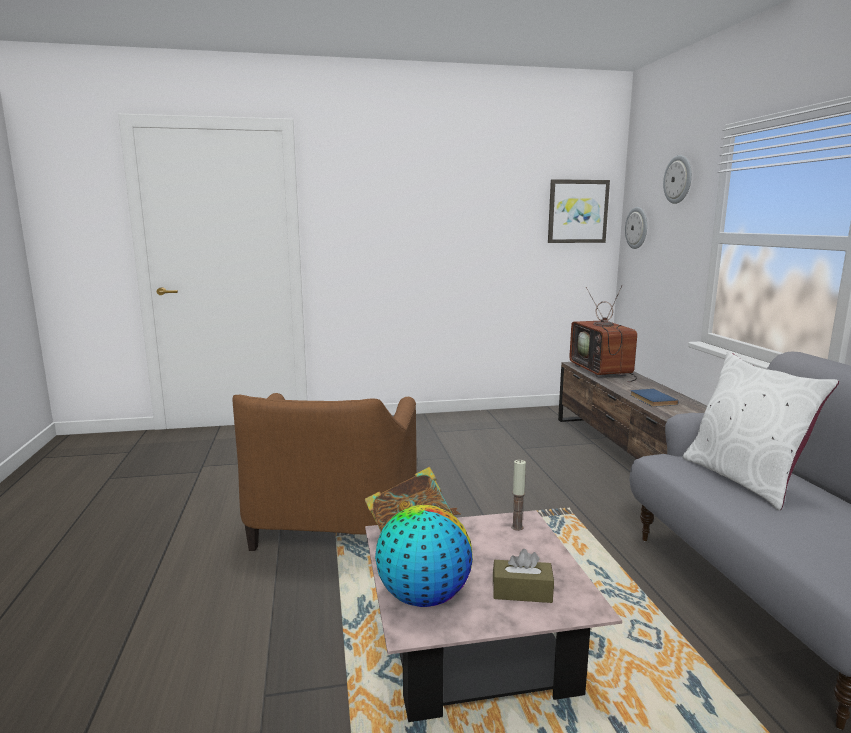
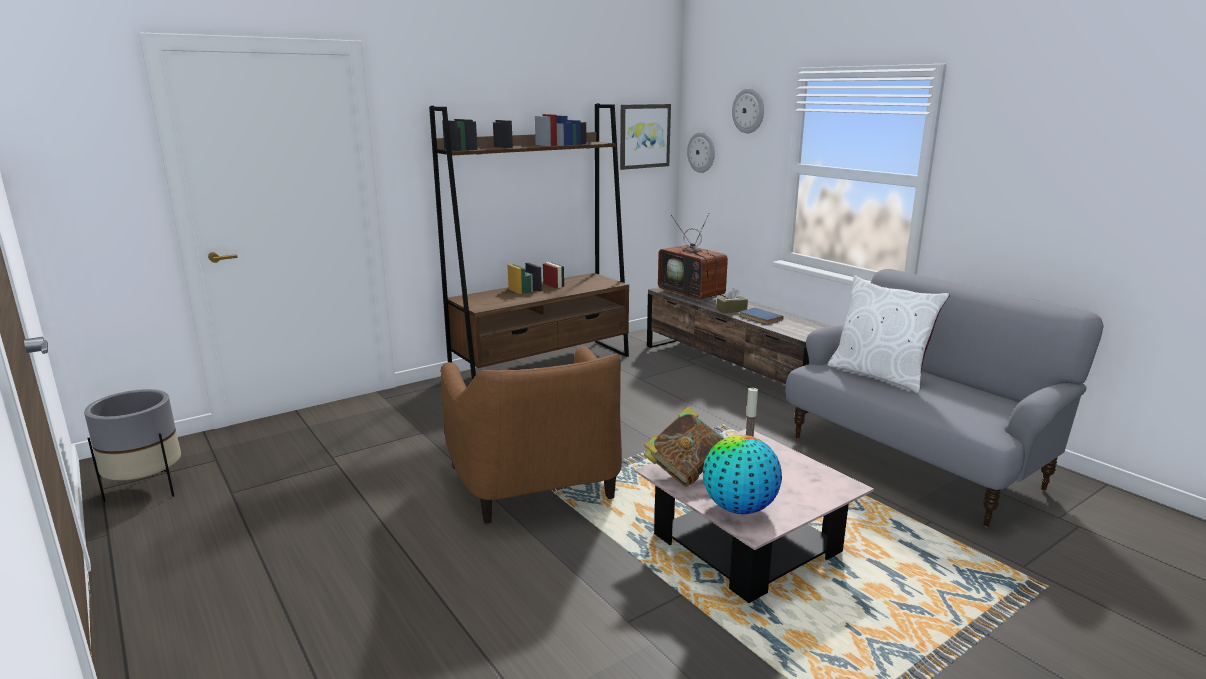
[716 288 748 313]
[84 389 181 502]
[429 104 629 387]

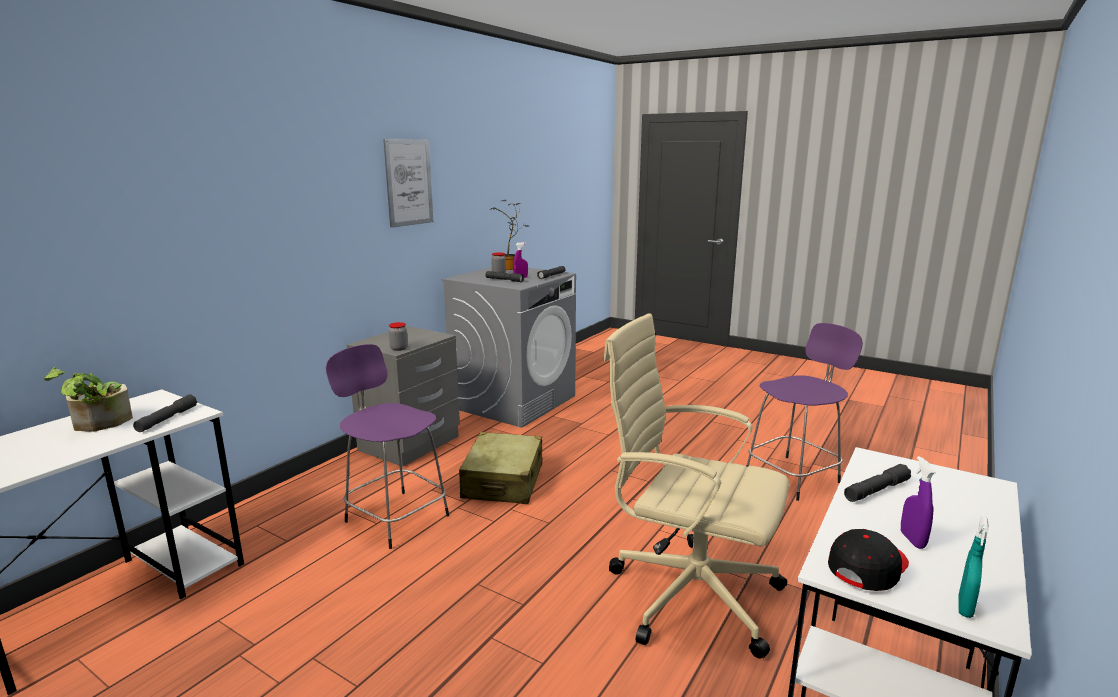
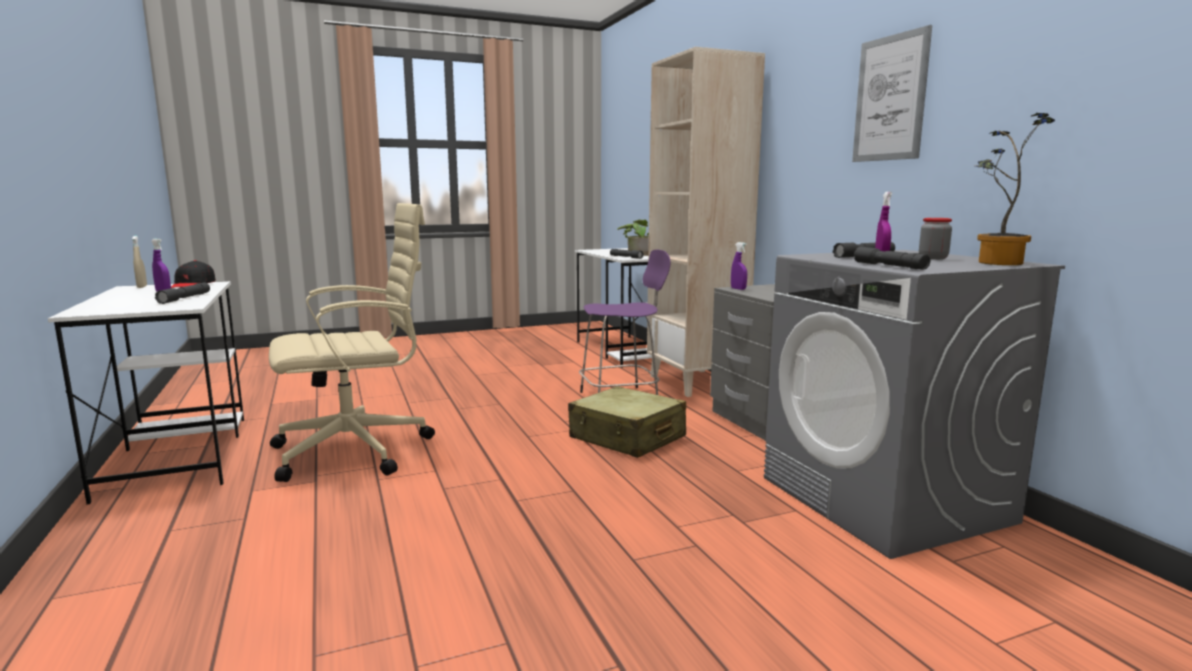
[731 242 747 290]
[746 323 863 501] (first image)
[132 236 147 288]
[647 47 765 397]

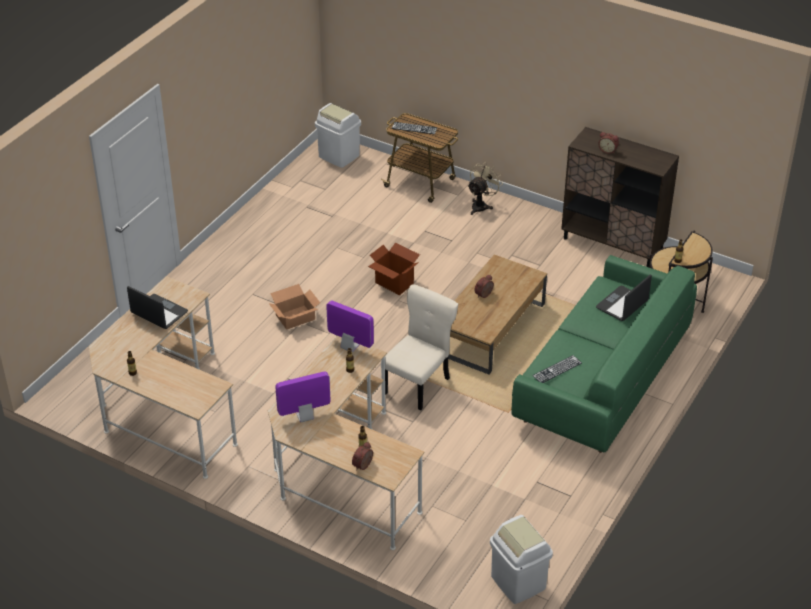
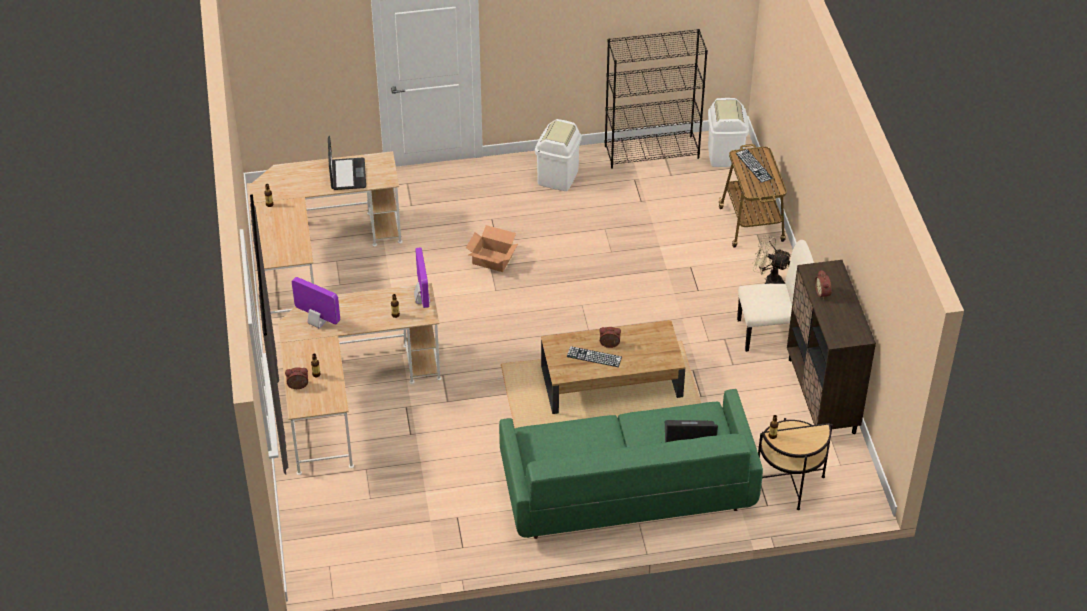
[368 243 420 295] (first image)
[737 240 814 352]
[752 235 791 284]
[535 119 582 191]
[567 346 622 367]
[605 29 708 169]

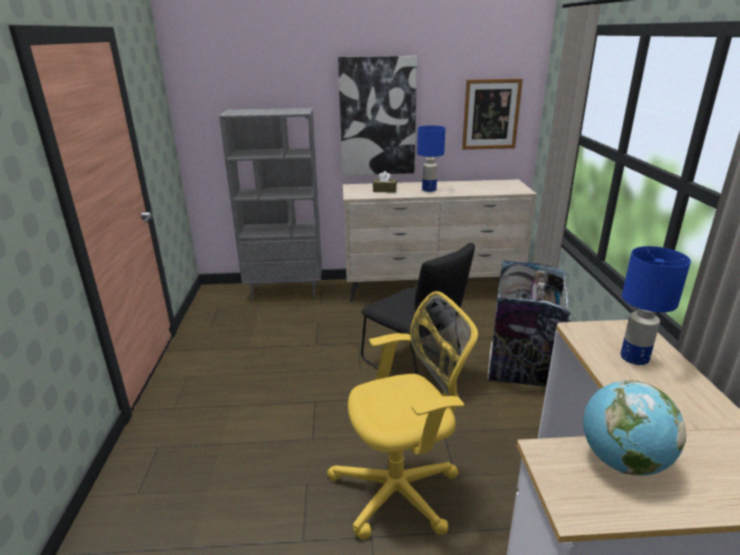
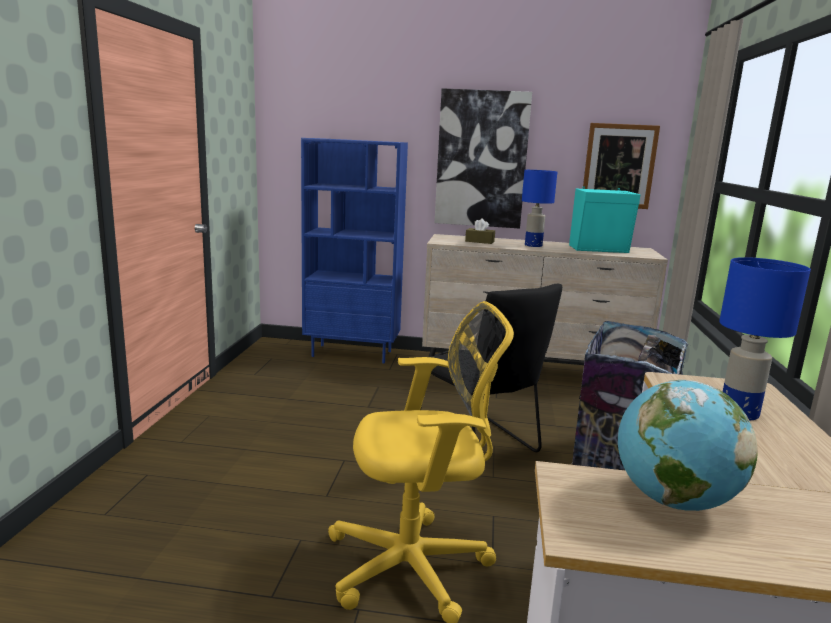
[301 138 408 363]
[569 186 640 253]

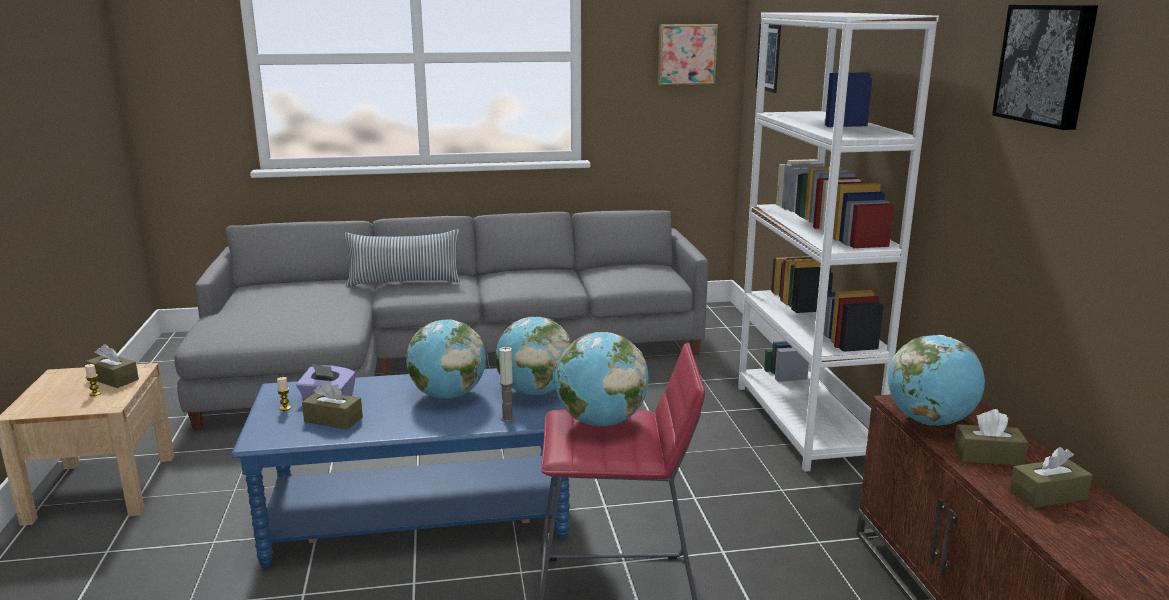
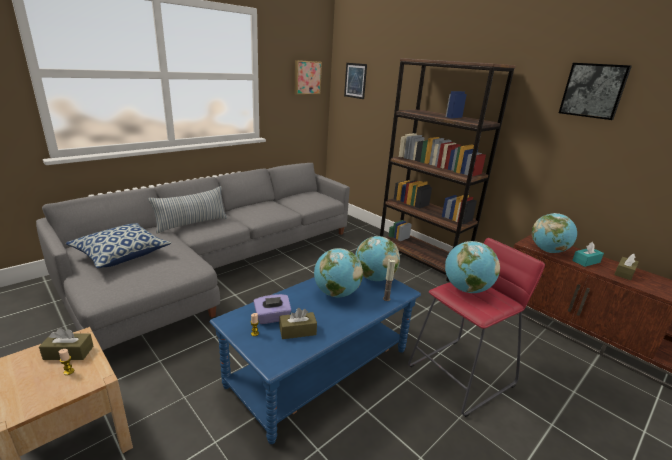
[380 58 516 282]
[572 242 604 267]
[66 223 171 268]

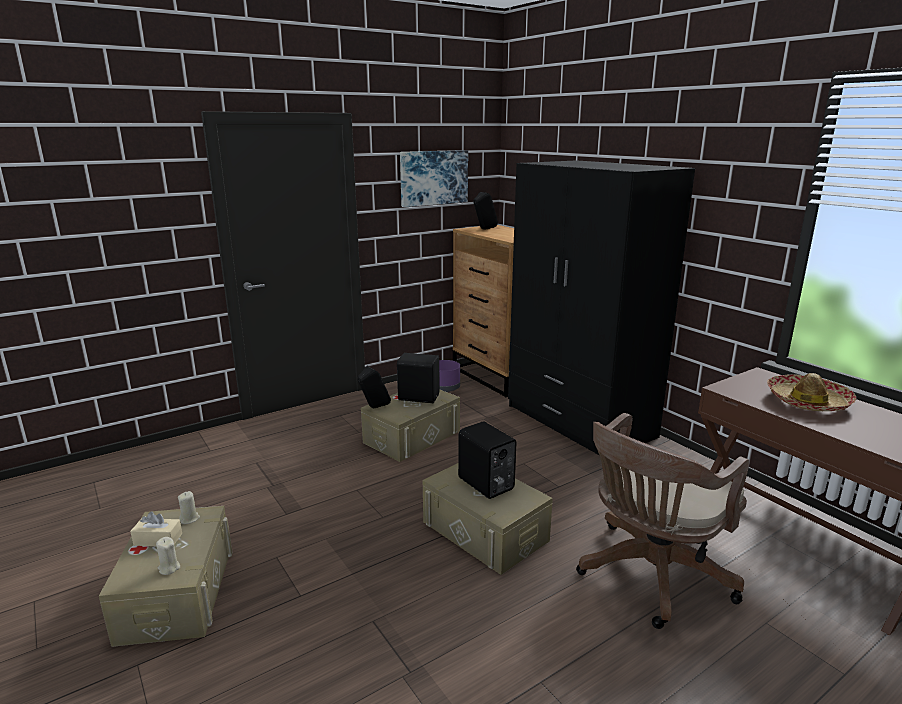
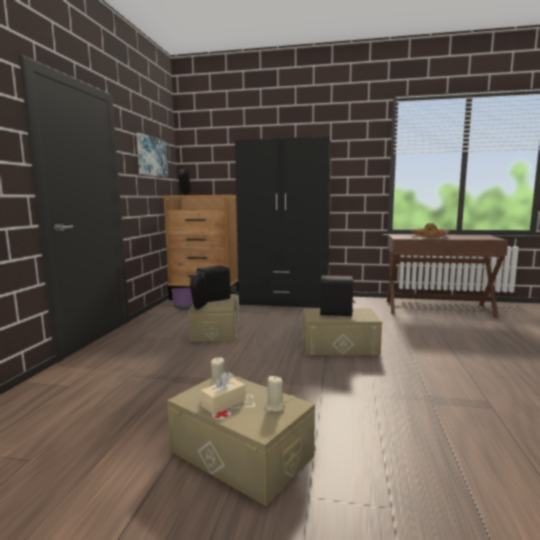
[576 413 749 629] (first image)

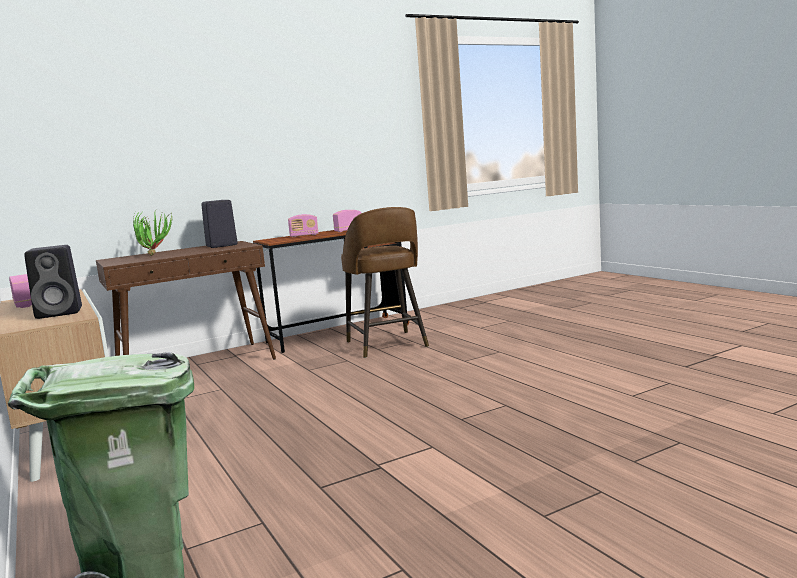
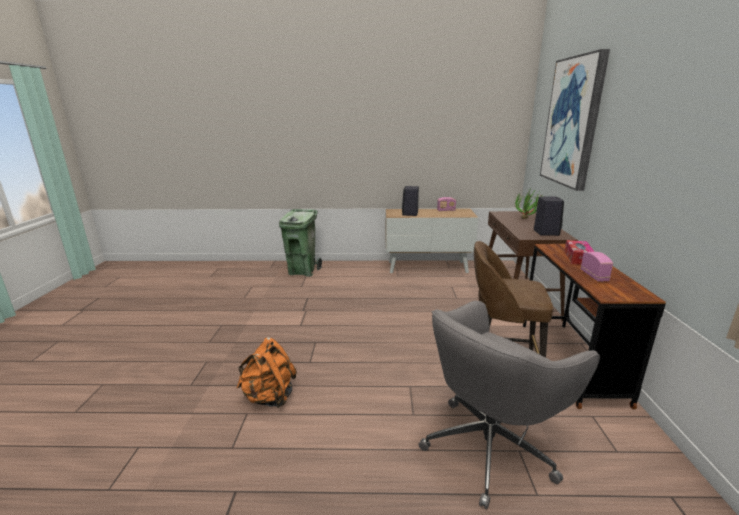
[565 240 594 265]
[237 337 297 408]
[418 301 600 509]
[540 49 610 191]

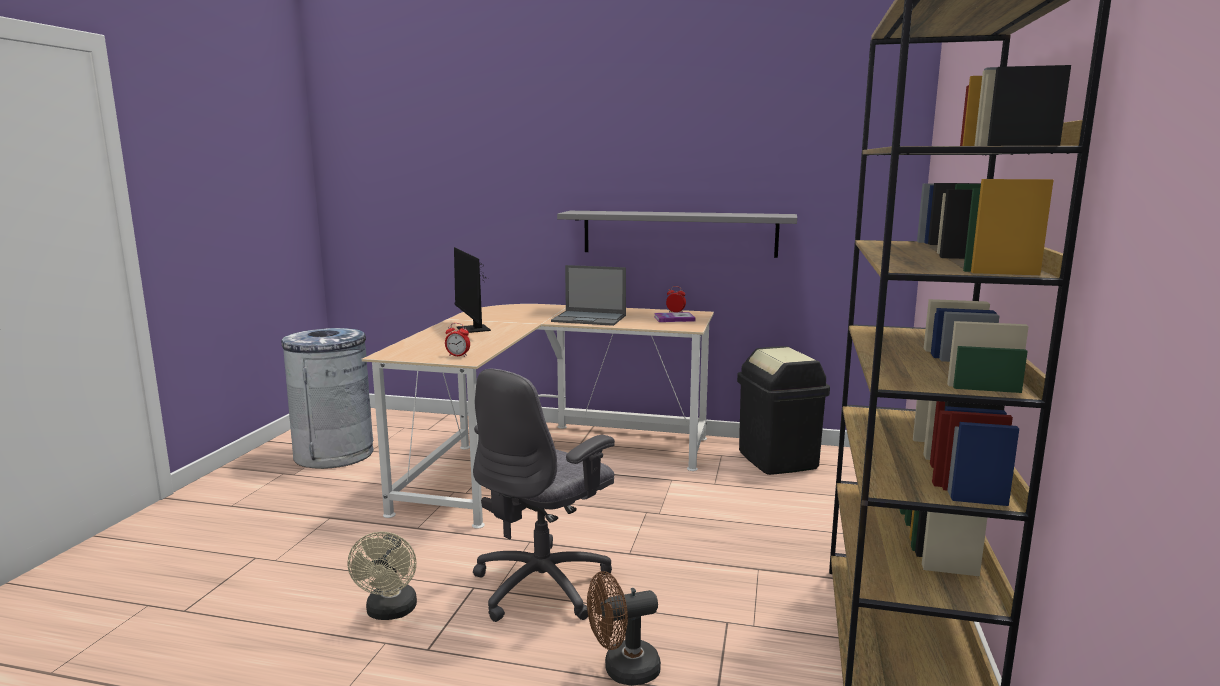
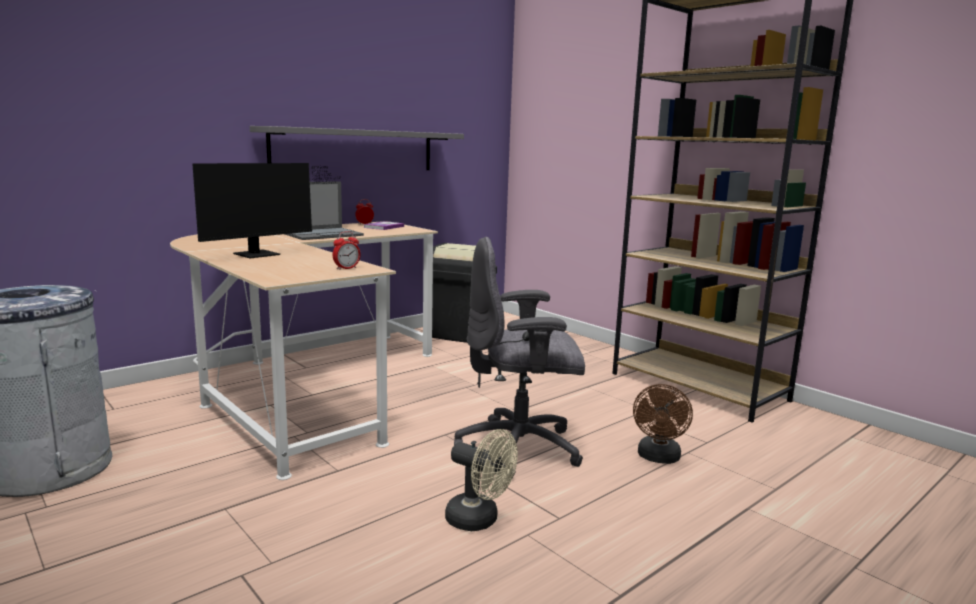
[192 163 340 258]
[454 237 585 476]

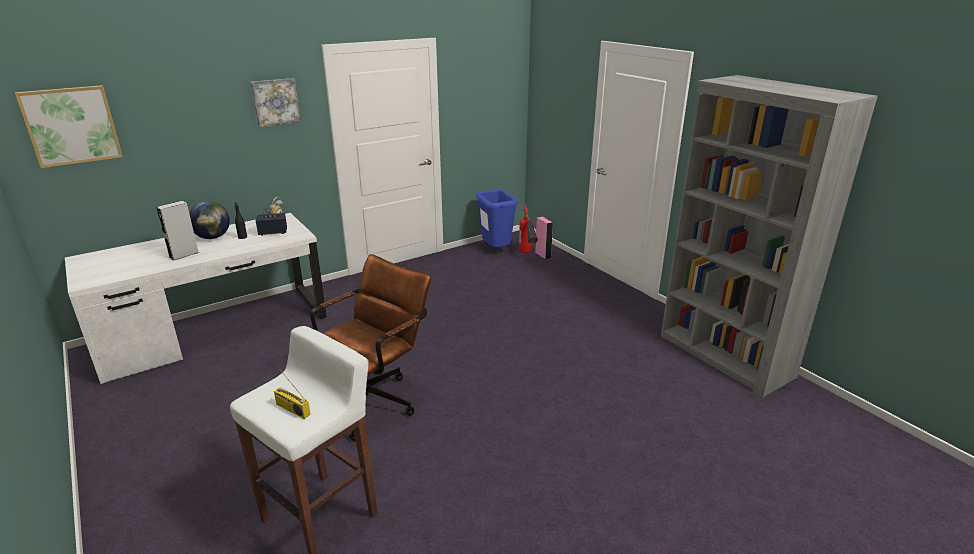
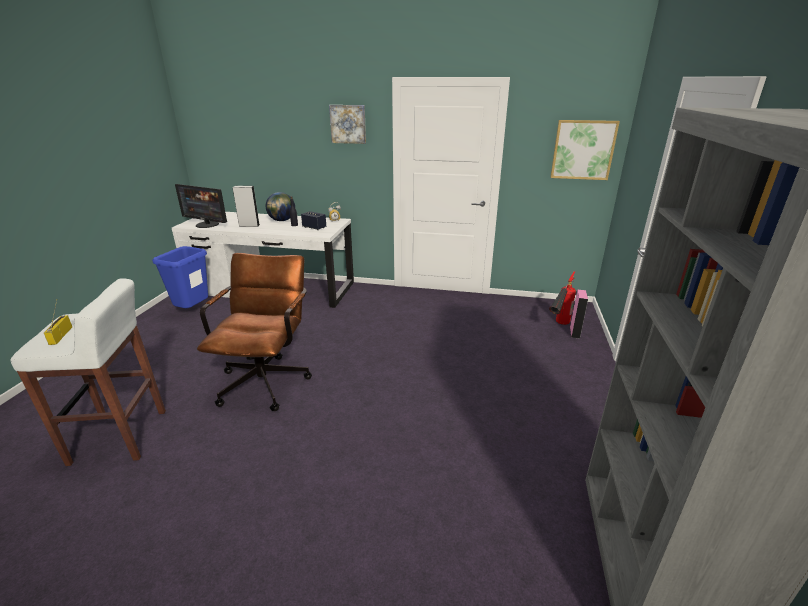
[551 120 620 180]
[197 253 312 411]
[152 246 208 308]
[175 184 227 228]

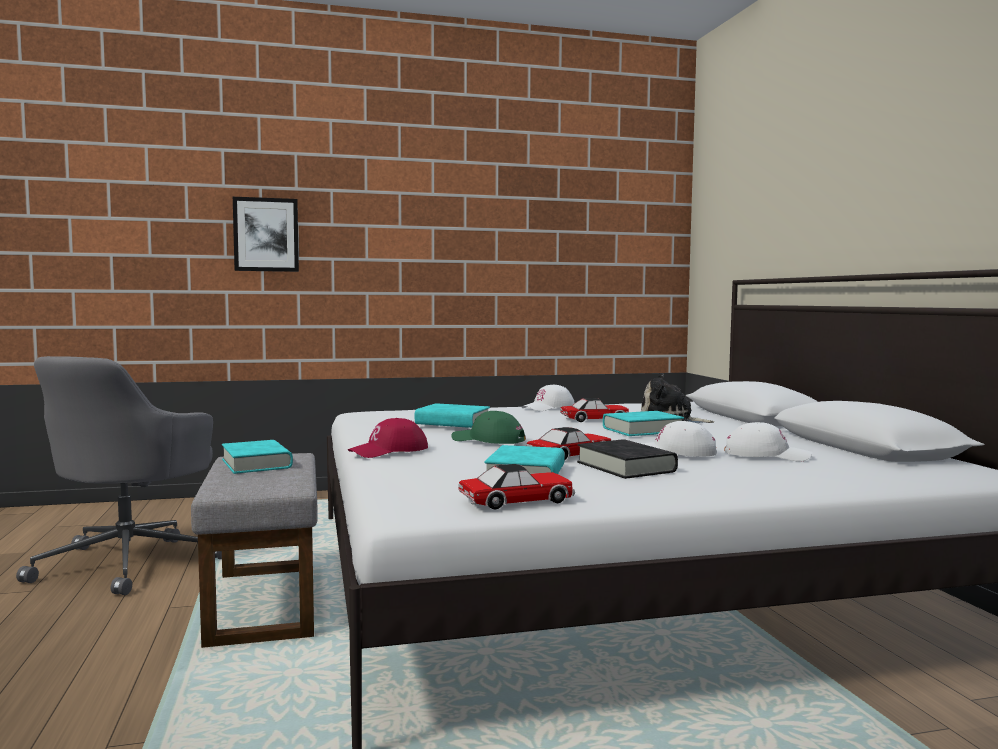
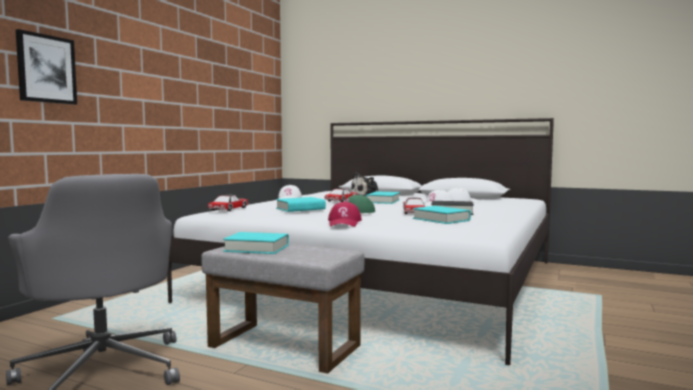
[208 195 249 211]

